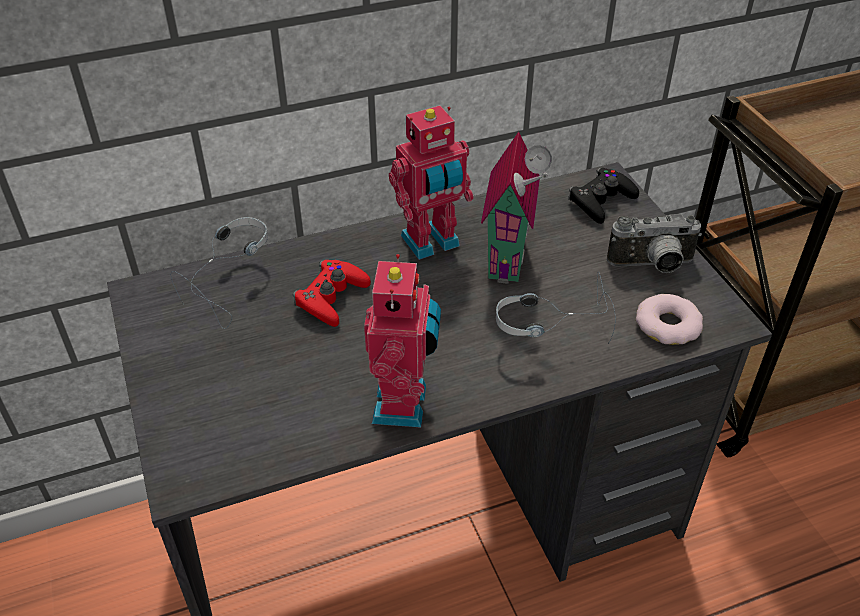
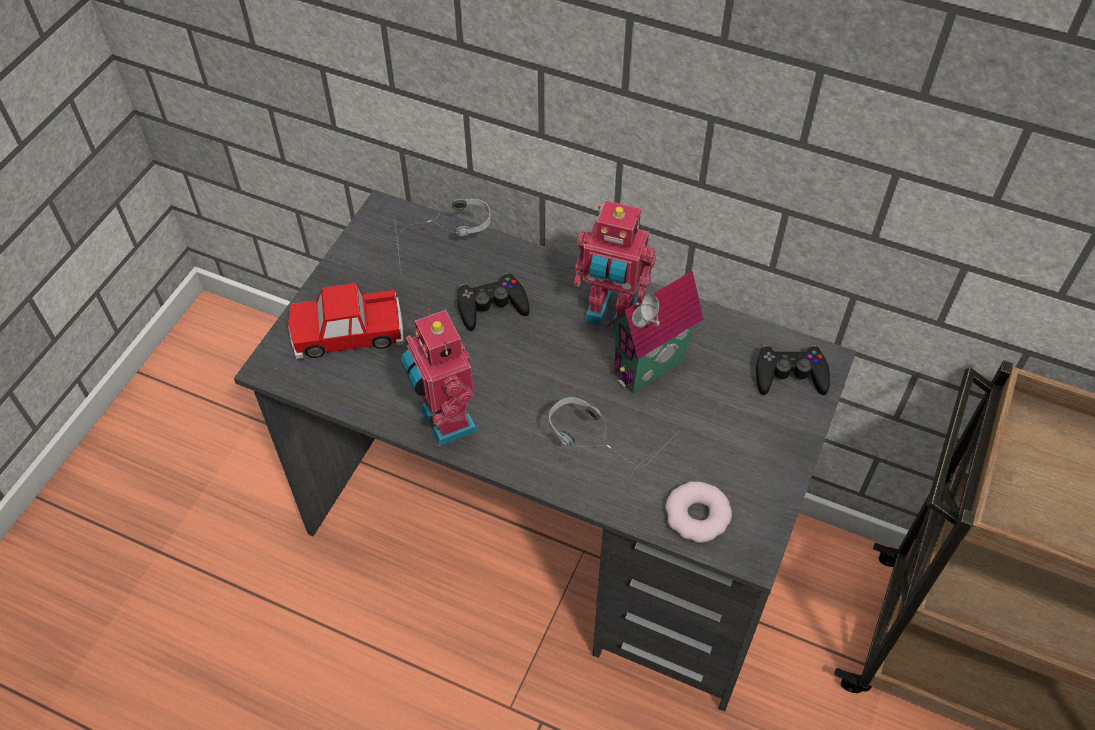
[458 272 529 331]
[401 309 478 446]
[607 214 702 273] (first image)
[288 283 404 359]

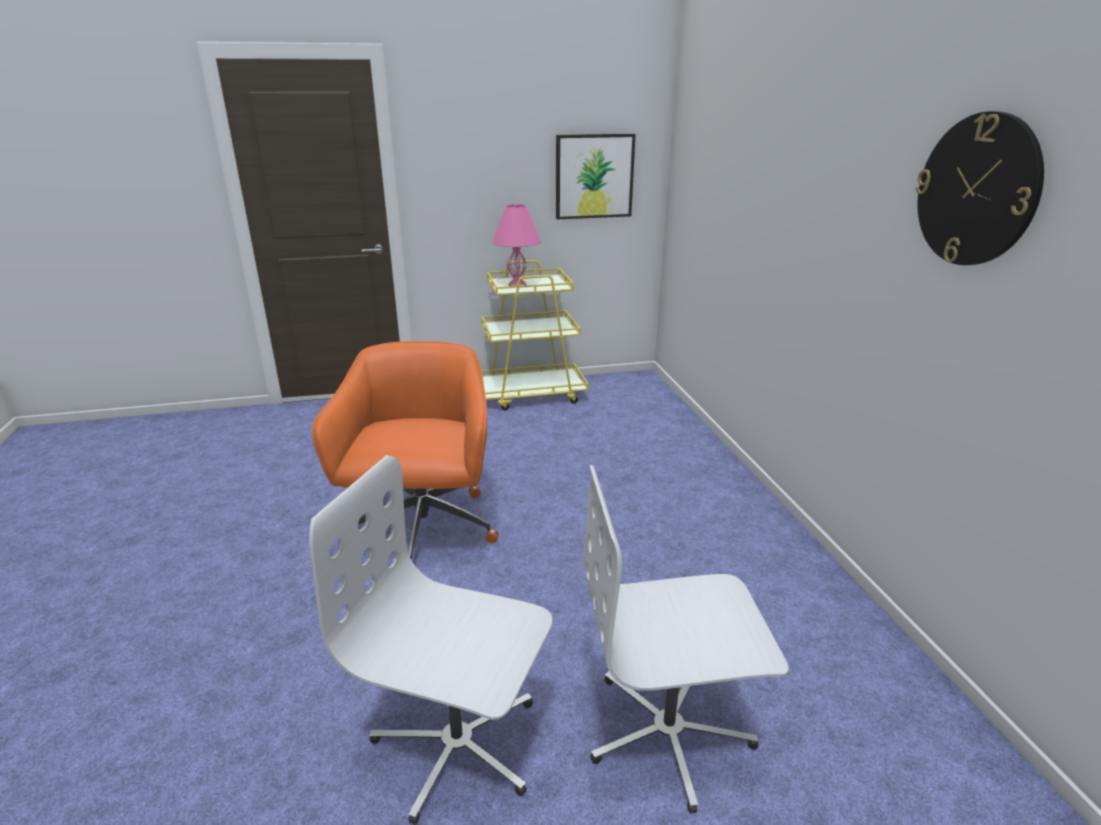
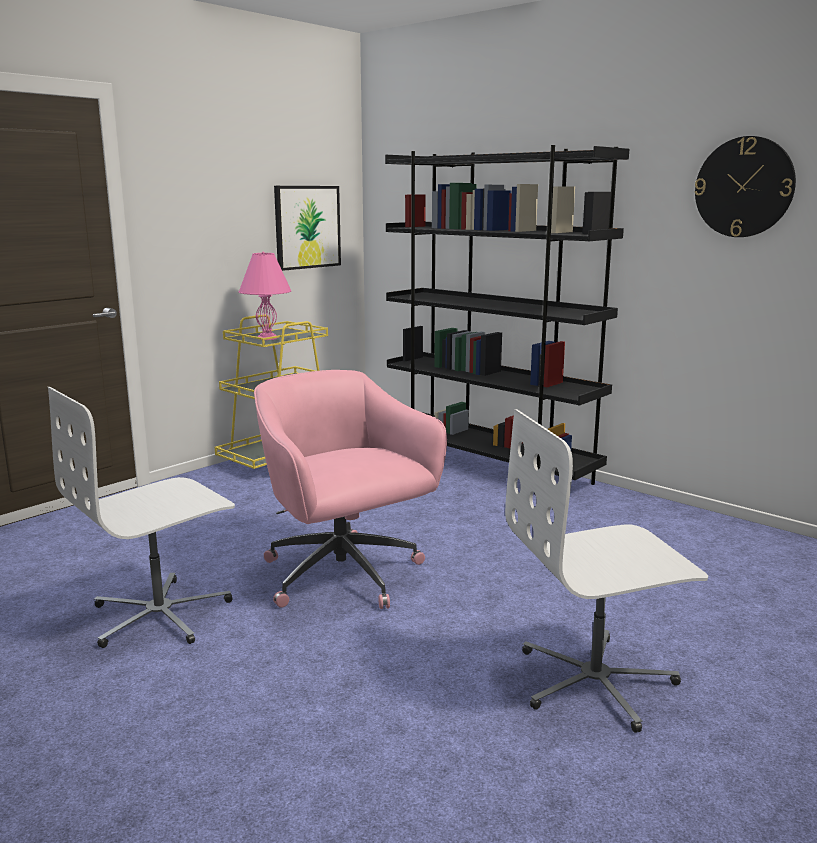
[254 370 447 609]
[48 387 235 648]
[385 145 629 496]

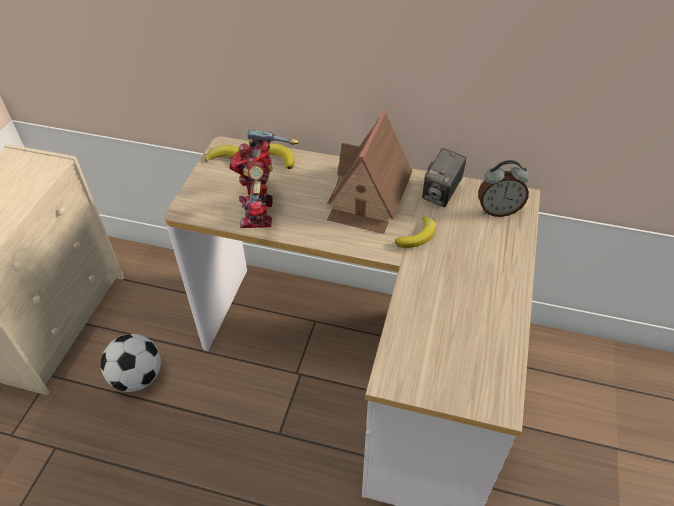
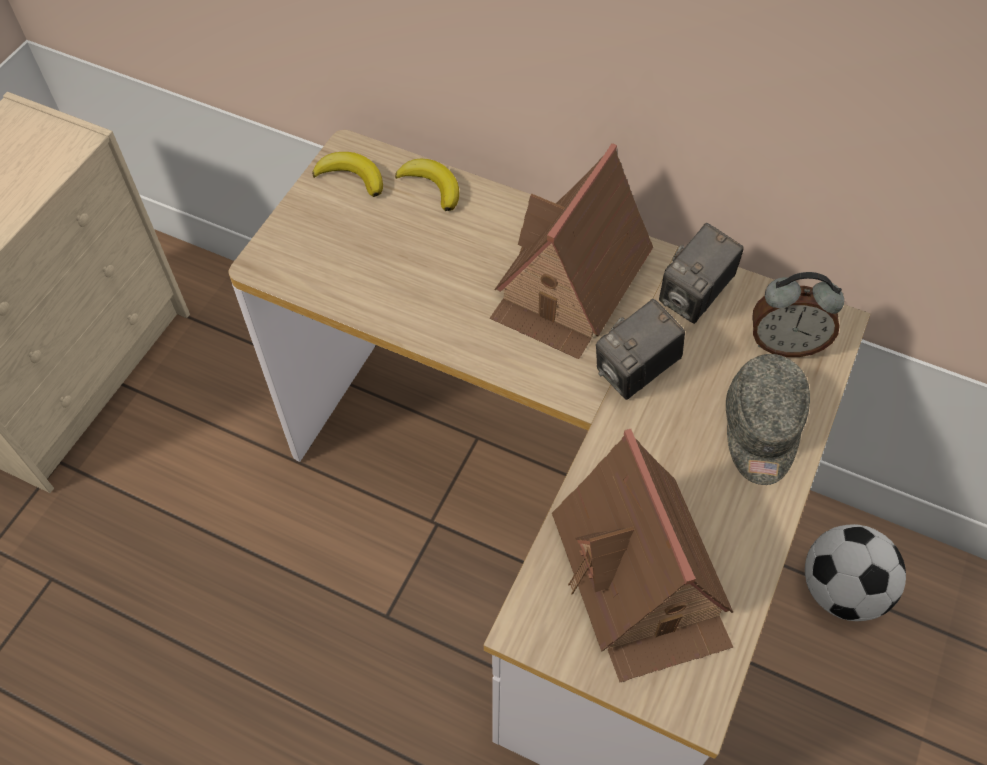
[805 524 906 621]
[229 129 299 228] (first image)
[596 299 685 400]
[552 429 733 682]
[726 354 810 485]

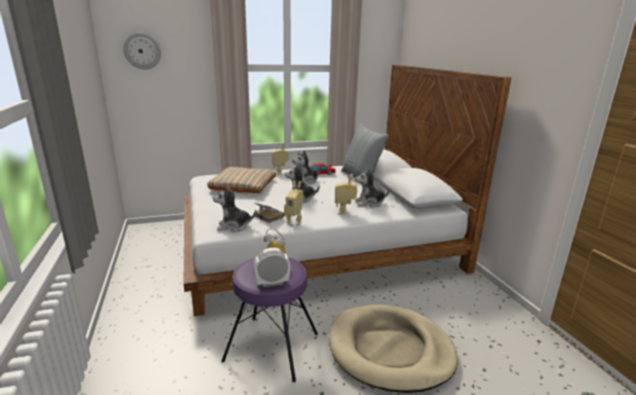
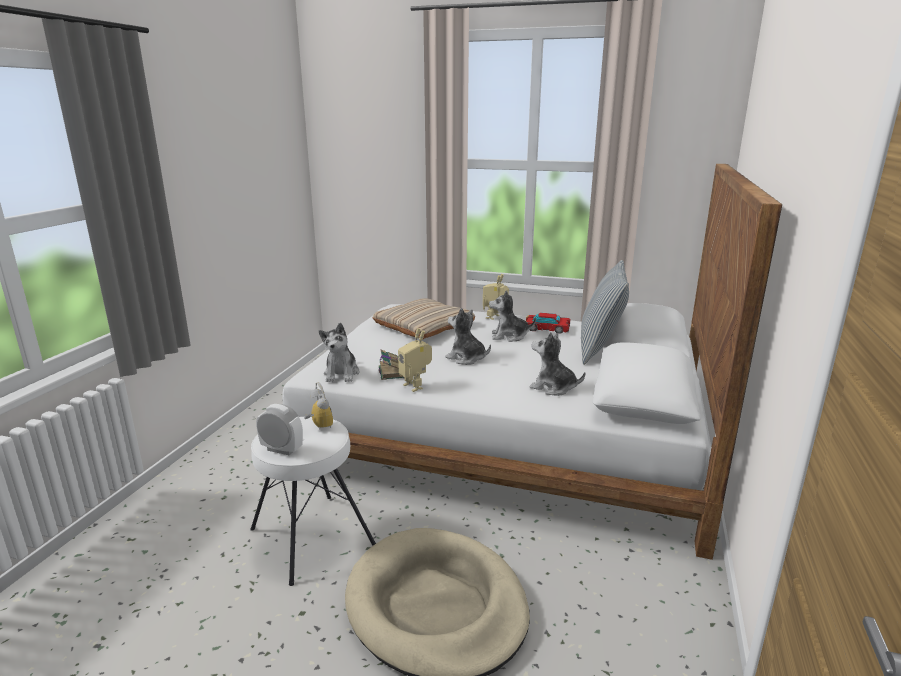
[123 33 161 69] (first image)
[319 323 360 382]
[250 417 376 586]
[335 174 357 214] (first image)

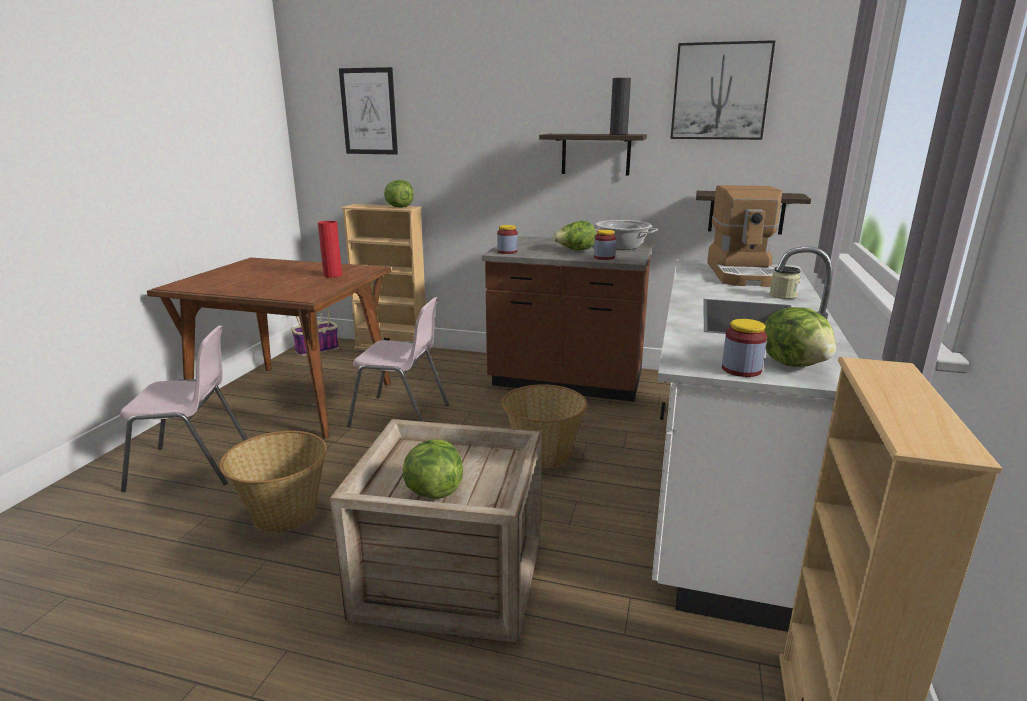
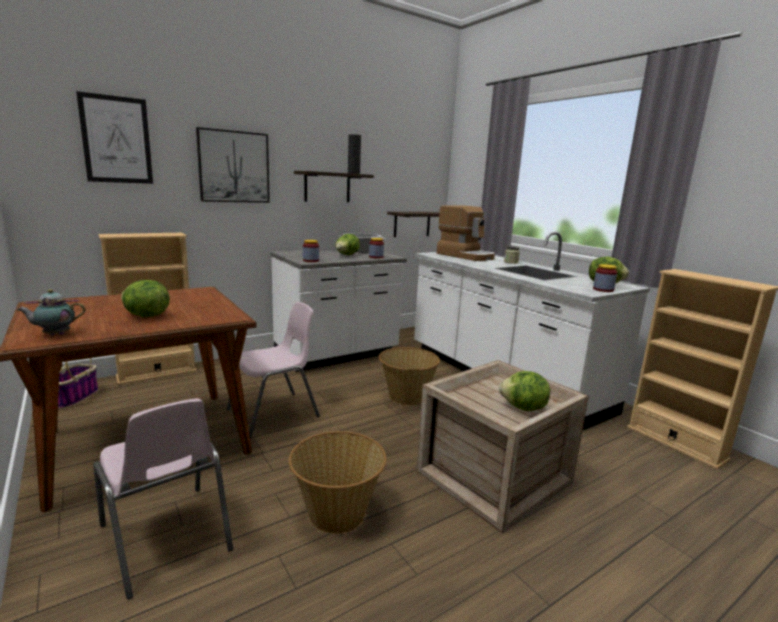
[93 398 233 599]
[318 221 342 277] (first image)
[121 280 170 317]
[270 249 407 372]
[196 127 270 203]
[17 289 86 335]

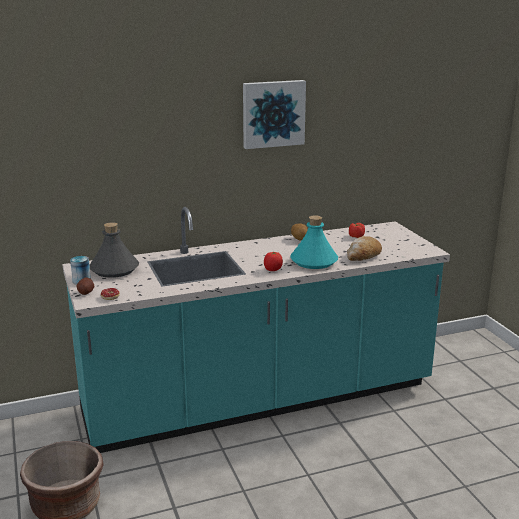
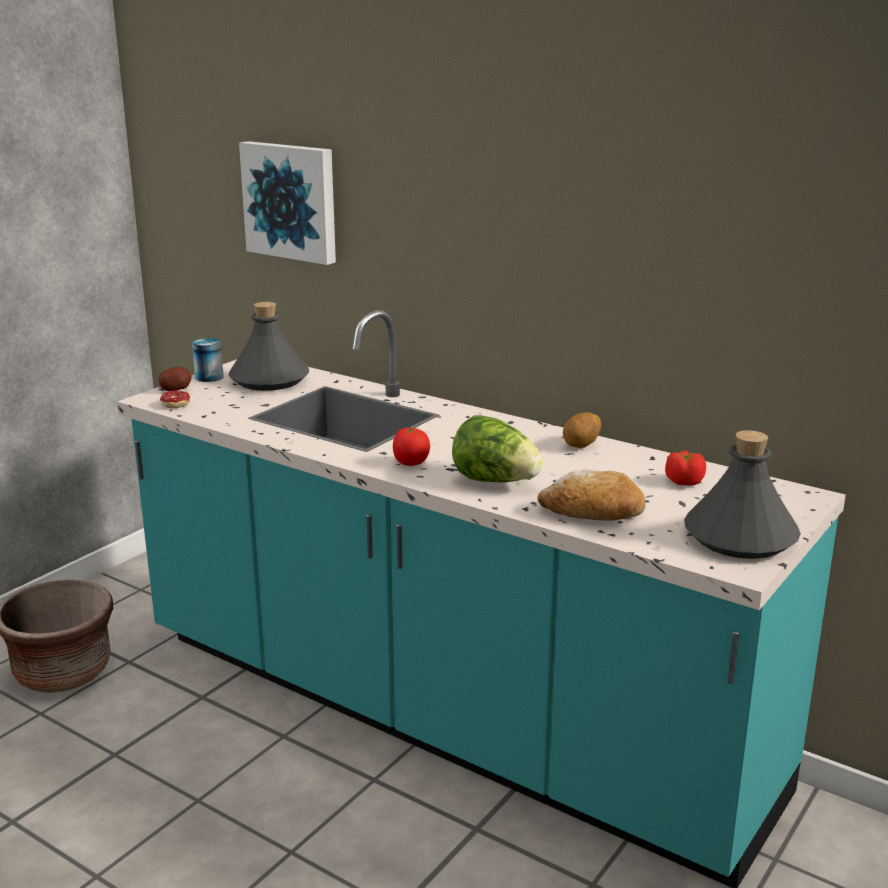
[239 141 336 265]
[452 415 543 482]
[684 430 801 559]

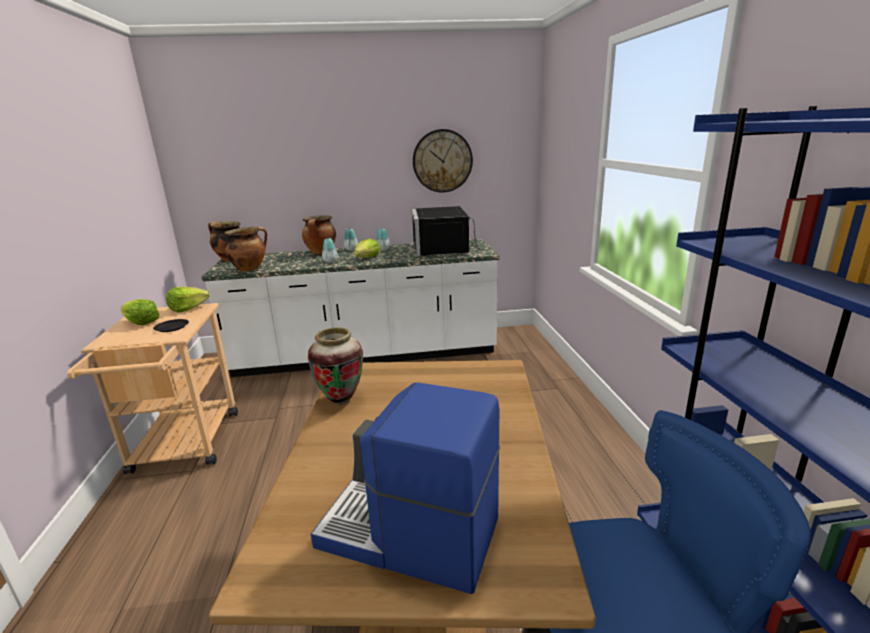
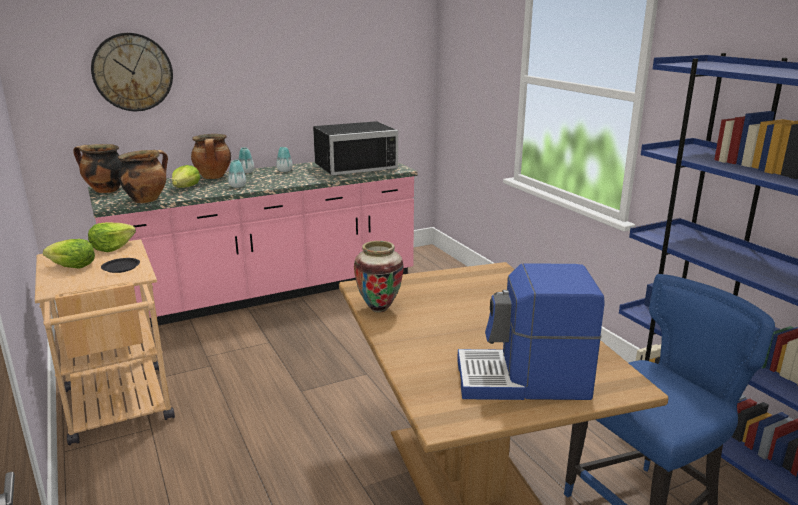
[88 162 418 327]
[172 165 200 188]
[313 121 398 175]
[91 33 173 111]

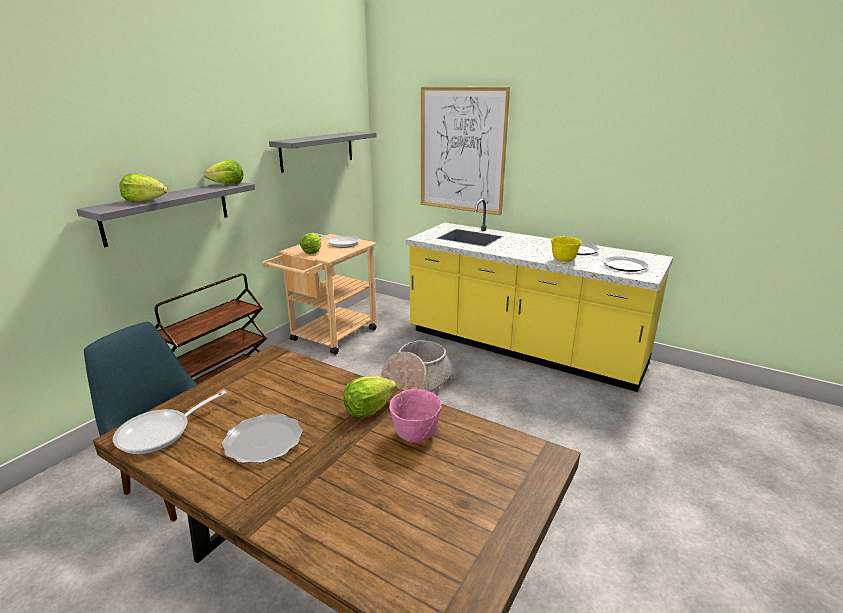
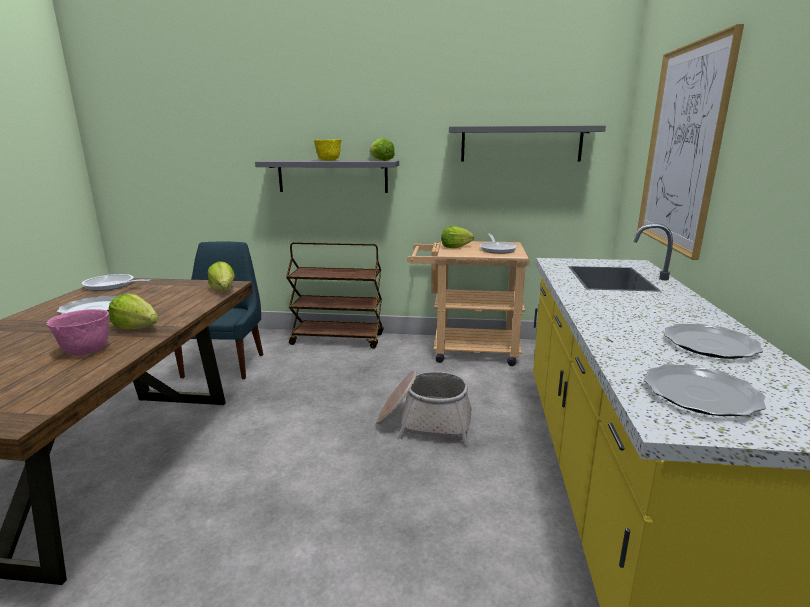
[208 261 235 291]
[314 139 341 161]

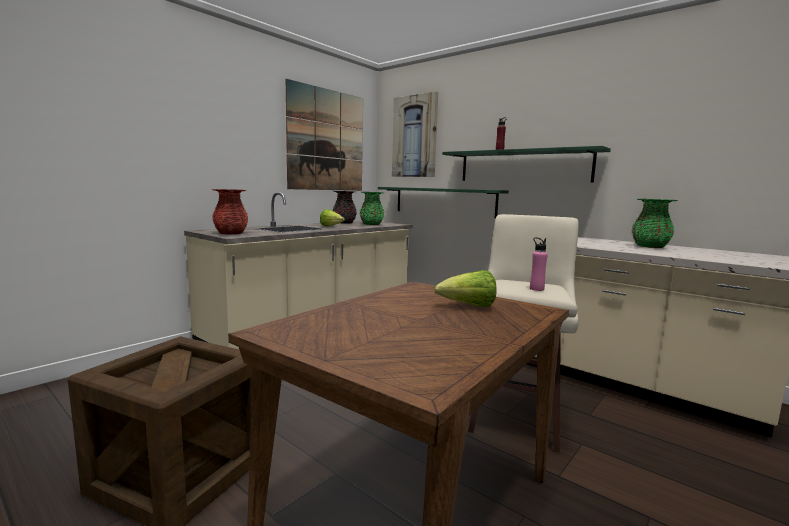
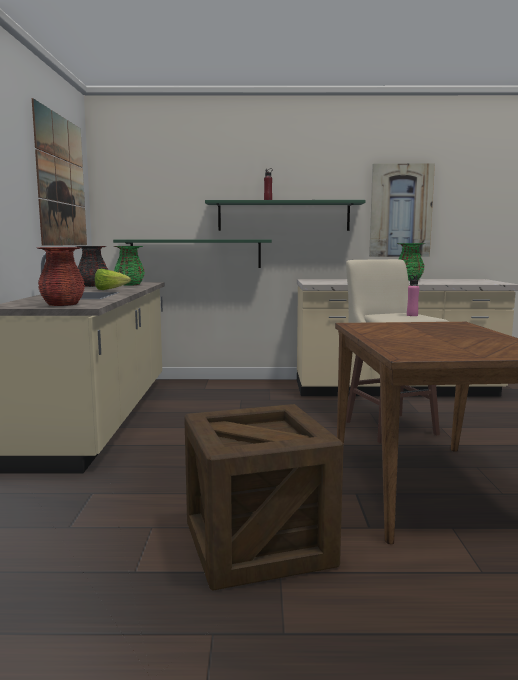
[369 164 435 257]
[434 270 496 307] (first image)

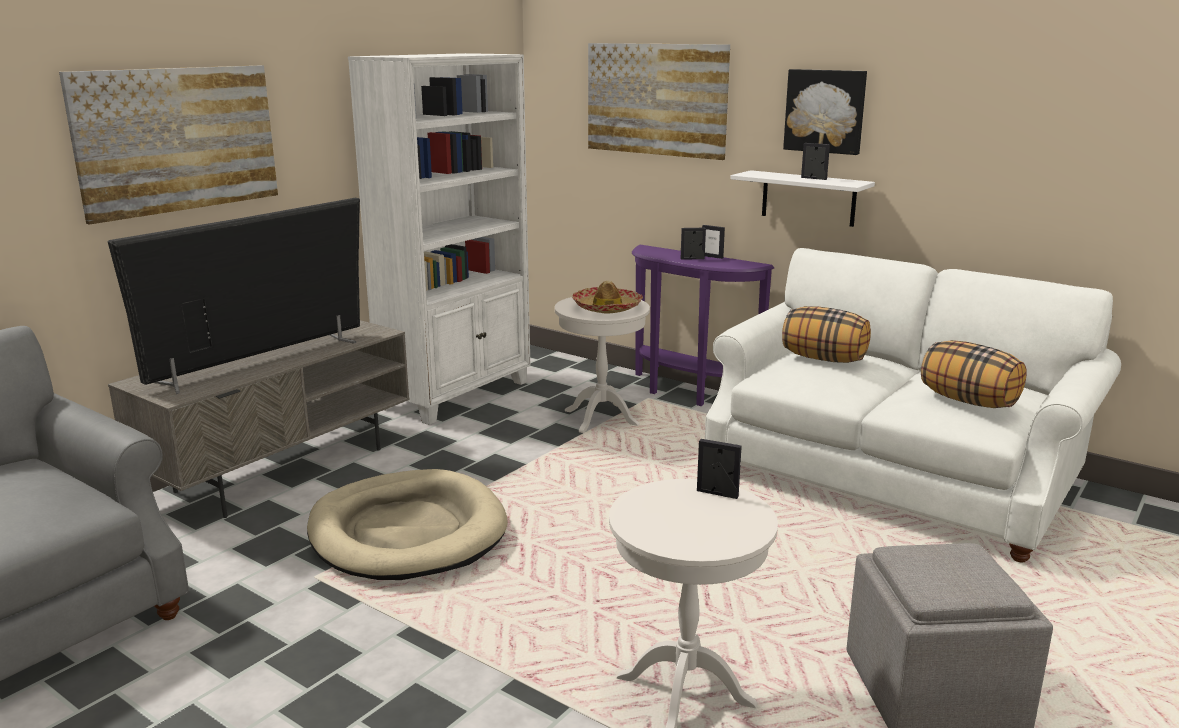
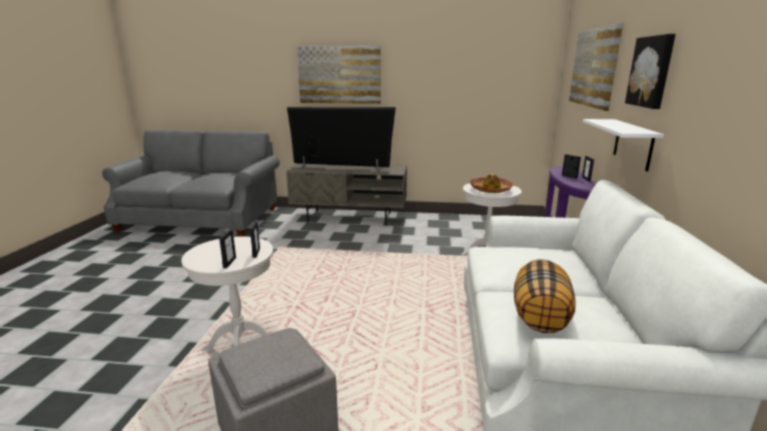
[307 469 508 580] (first image)
[348 53 530 425] (first image)
[782 306 871 363] (first image)
[219 229 236 268]

